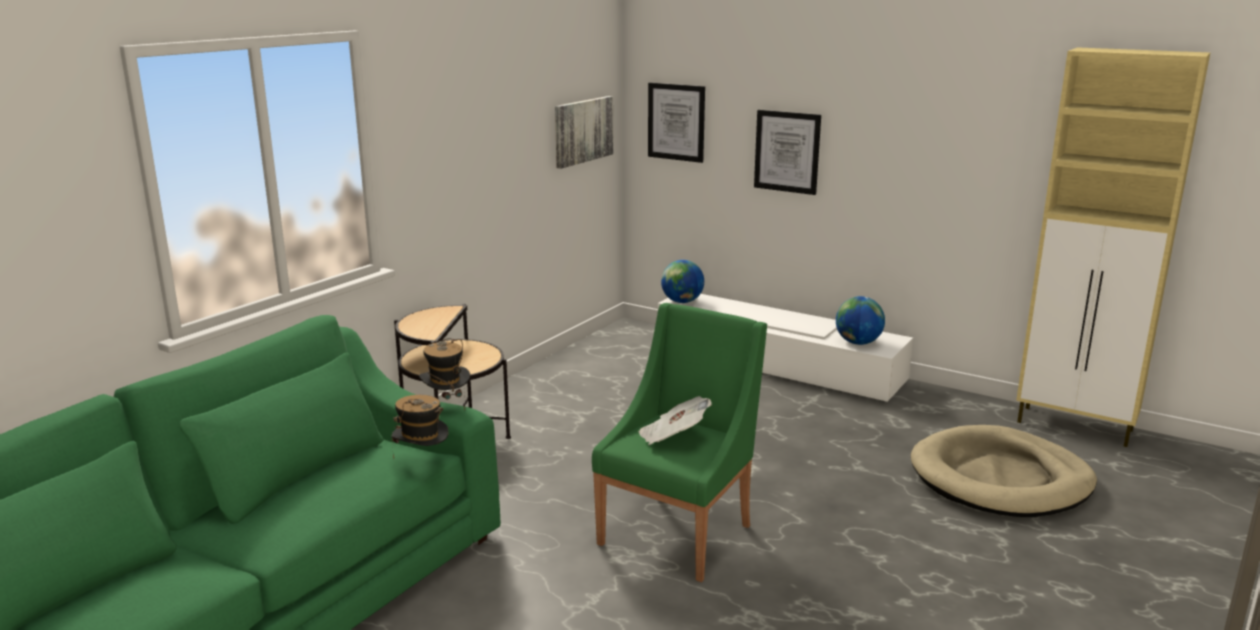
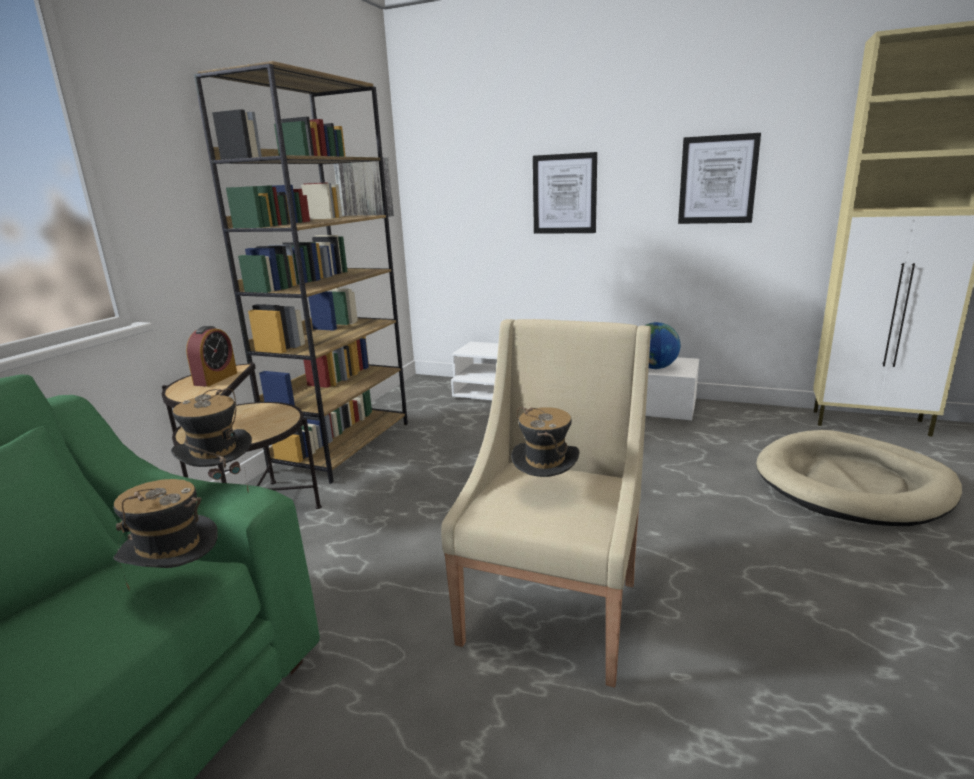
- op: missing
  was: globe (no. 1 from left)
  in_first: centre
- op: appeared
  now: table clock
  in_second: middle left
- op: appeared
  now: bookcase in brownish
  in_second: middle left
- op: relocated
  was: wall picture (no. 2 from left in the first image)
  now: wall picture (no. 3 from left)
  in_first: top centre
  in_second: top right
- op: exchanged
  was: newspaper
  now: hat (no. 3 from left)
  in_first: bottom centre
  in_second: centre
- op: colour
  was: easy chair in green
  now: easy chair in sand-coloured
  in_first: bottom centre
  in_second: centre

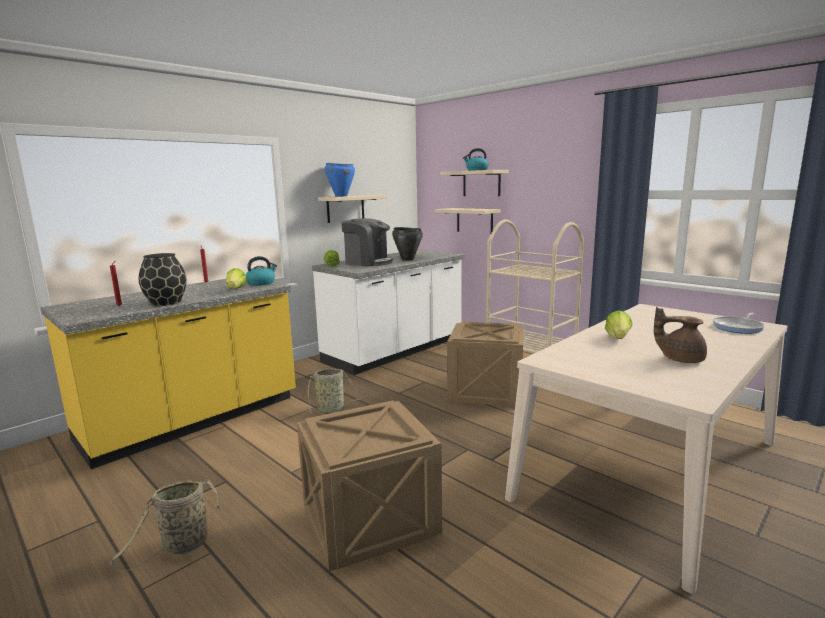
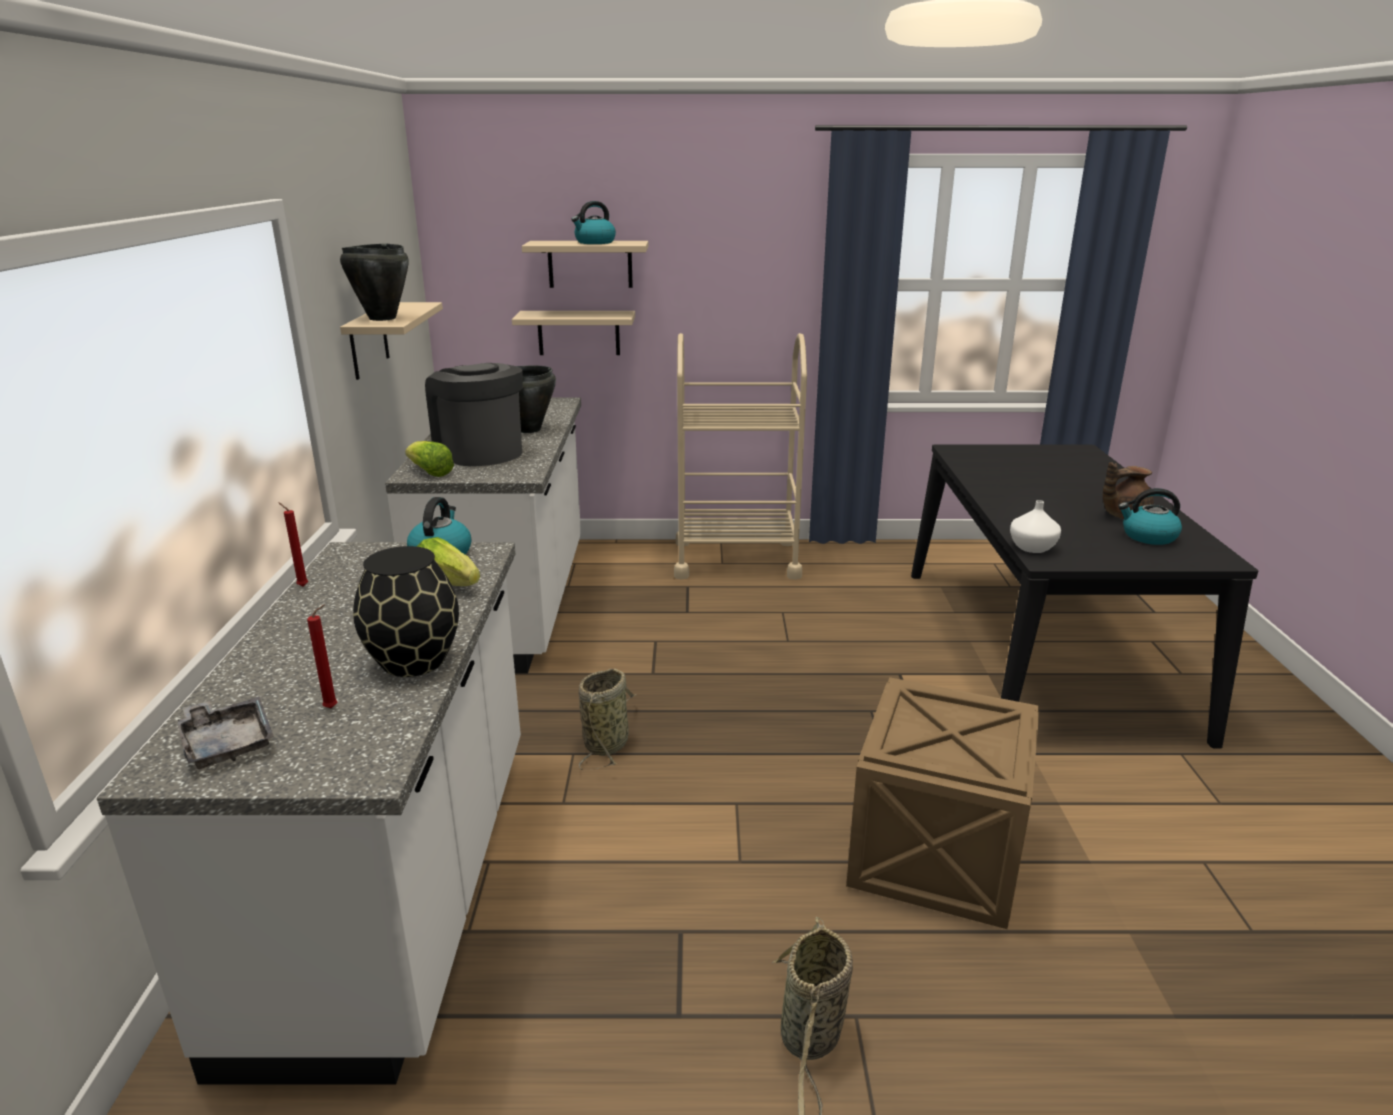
- op: missing
  was: packing crate (no. 2 from left)
  in_first: centre
- op: missing
  was: lettuce (no. 3 from left)
  in_first: middle right
- op: missing
  was: skillet
  in_first: middle right
- op: appeared
  now: tray in grey
  in_second: middle left
- op: appeared
  now: flower vase in white-coloured
  in_second: middle right
- op: appeared
  now: kettle (no. 3 from left)
  in_second: middle right
- op: colour
  was: kitchen base unit in yellow
  now: kitchen base unit in white-coloured (no. 1 from left)
  in_first: middle left
  in_second: bottom left
- op: colour
  was: stockpot in bluish
  now: stockpot in black (no. 1 from left)
  in_first: top centre
  in_second: top left
- op: colour
  was: dinner table in sand-coloured
  now: dinner table in black
  in_first: bottom right
  in_second: middle right
- op: spun
  was: coffee machine
  in_first: centre
  in_second: centre
  clockwise: -105

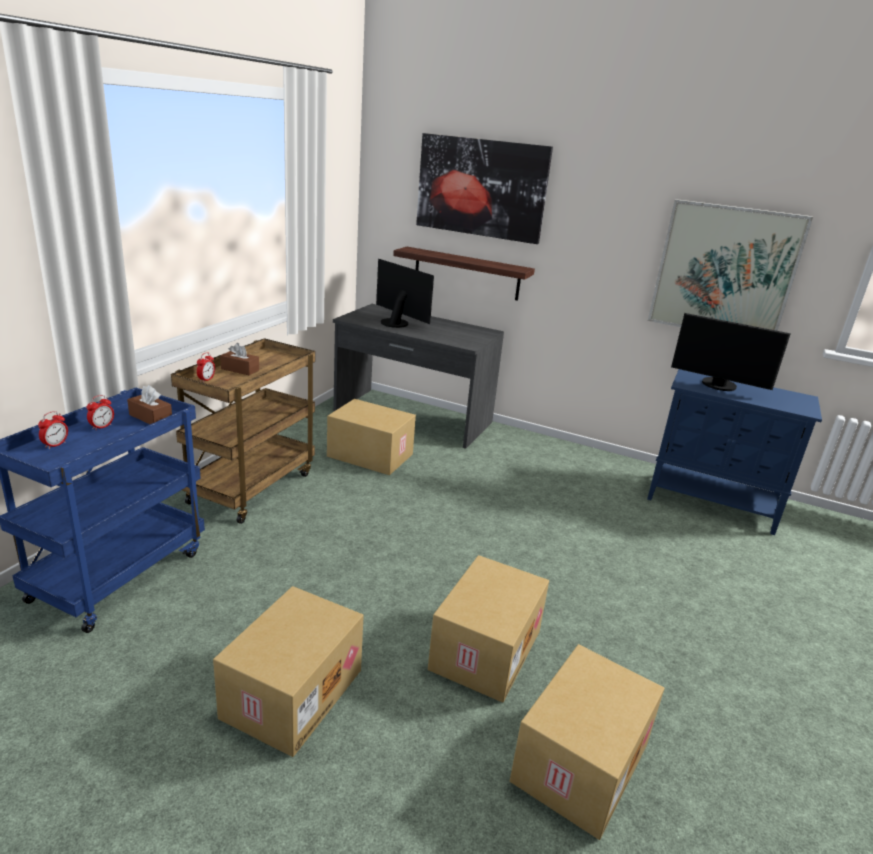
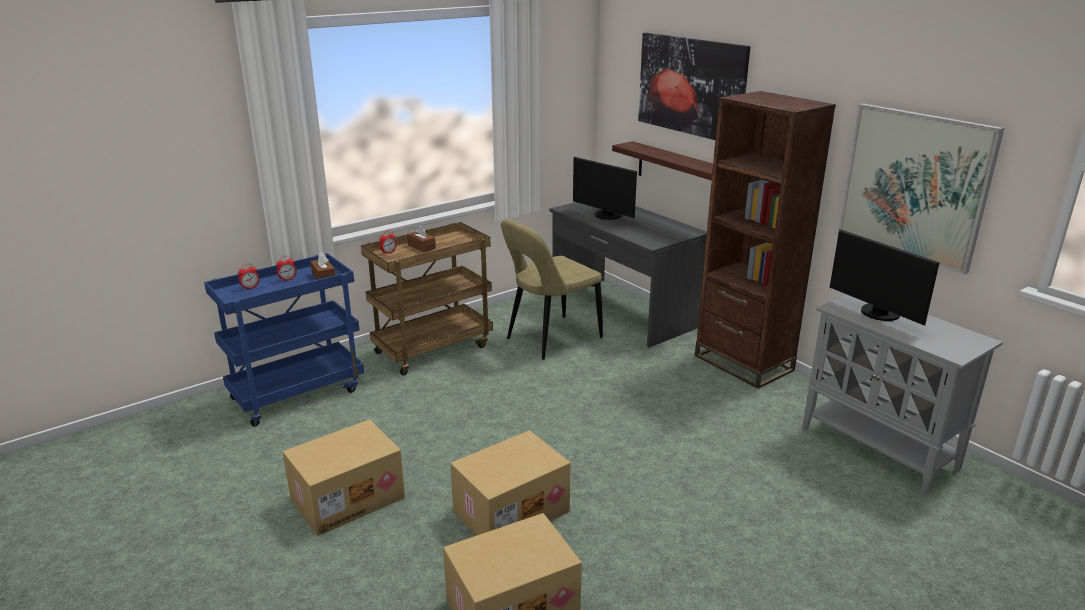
- op: appeared
  now: bookcase in brownish
  in_second: middle right
- op: exchanged
  was: carton (no. 2 from left)
  now: upright chair in sand-coloured
  in_first: centre
  in_second: centre
- op: colour
  was: cupboard in bluish
  now: cupboard in grey
  in_first: middle right
  in_second: middle right
- op: spun
  was: computer display (no. 1 from left)
  in_first: centre
  in_second: top centre
  clockwise: 150

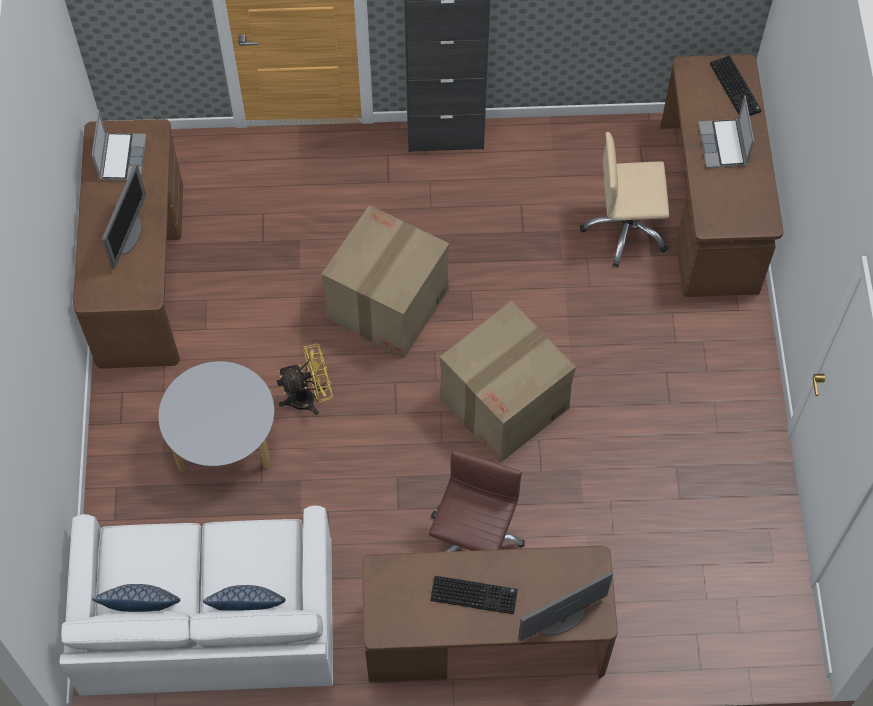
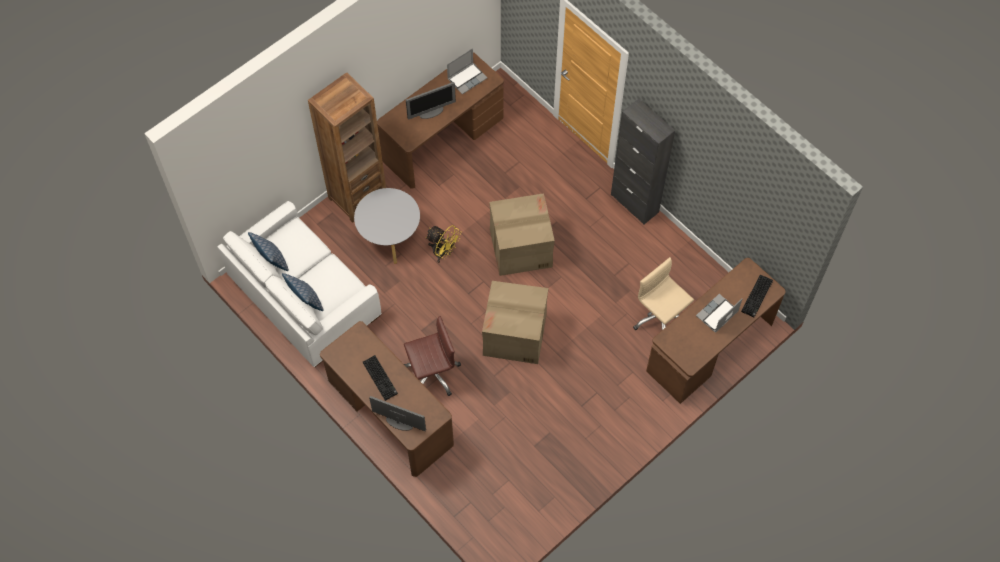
- op: appeared
  now: bookcase in brownish
  in_second: top centre

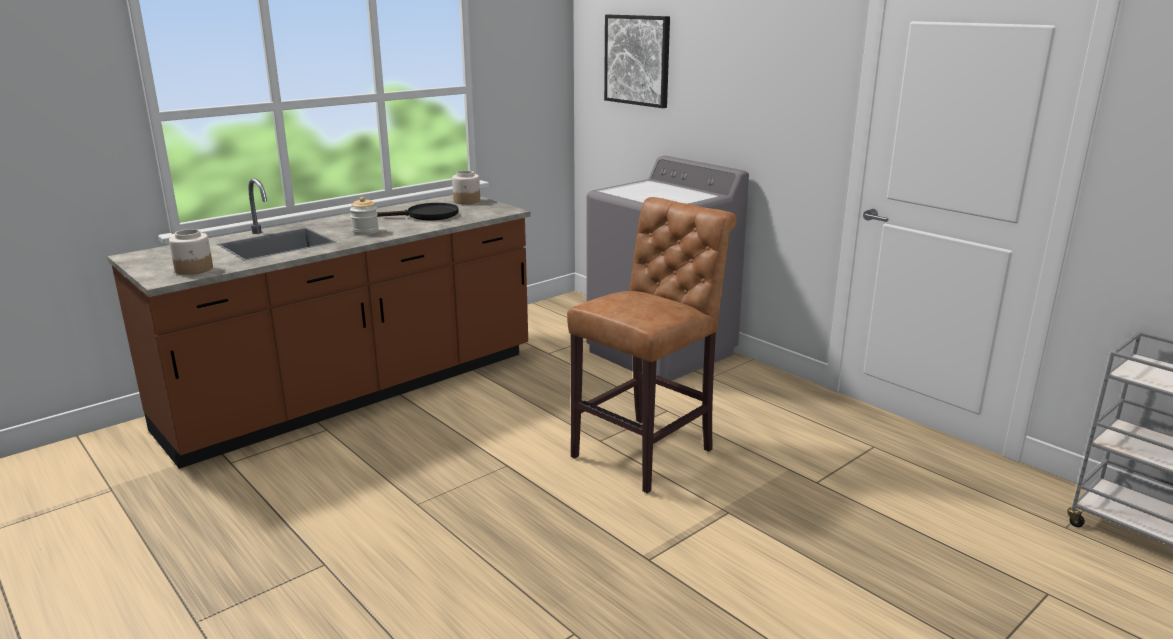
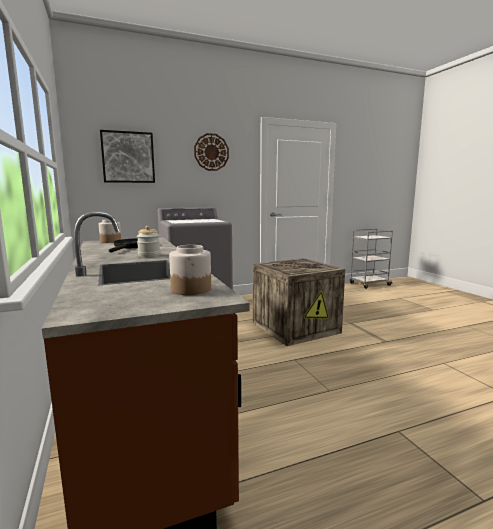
- op: appeared
  now: wall clock
  in_second: top centre
- op: exchanged
  was: stool in brownish
  now: packing crate
  in_first: centre
  in_second: centre

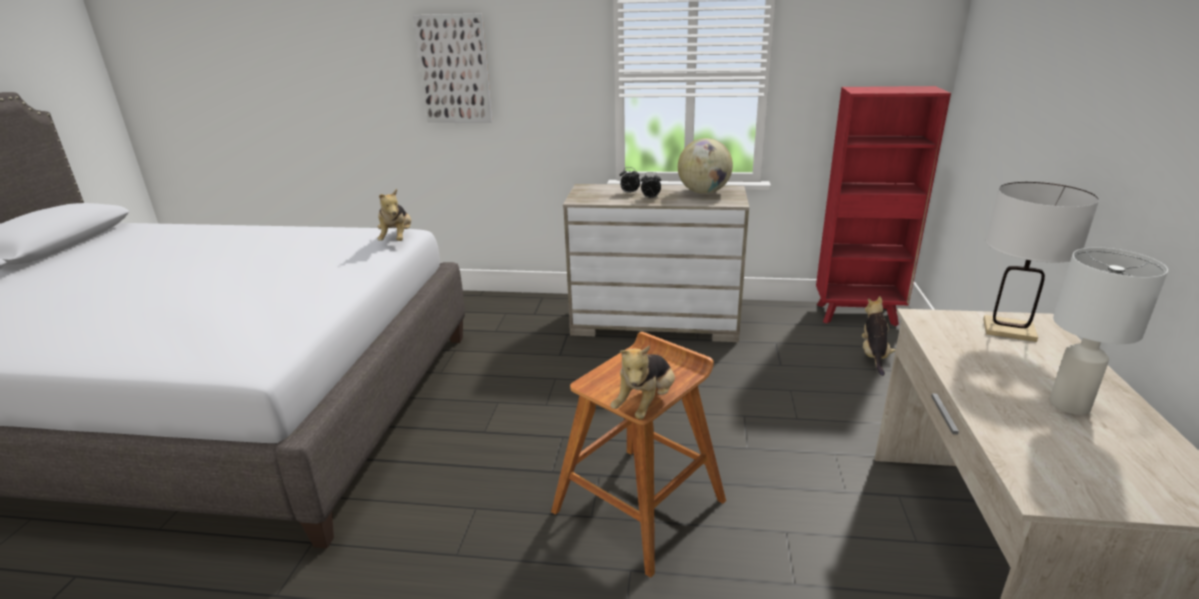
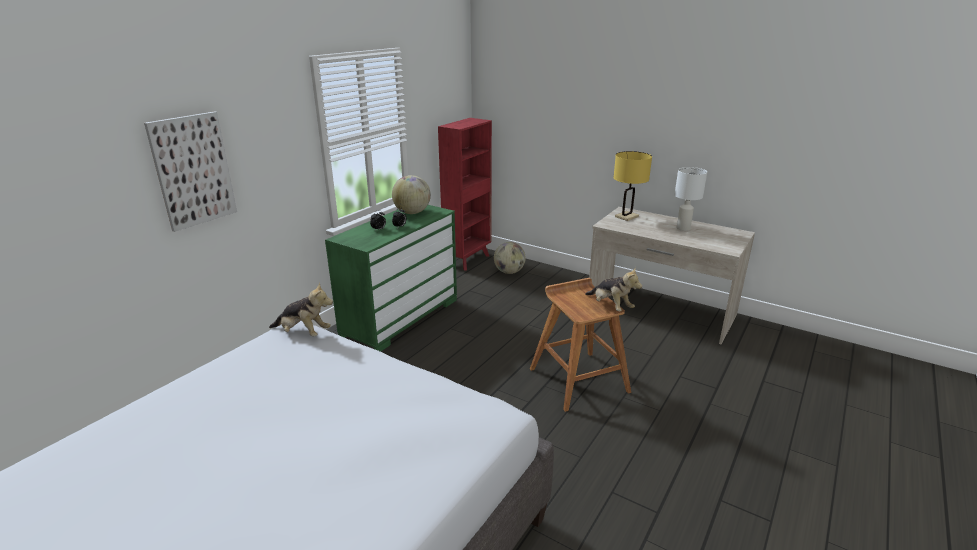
- op: exchanged
  was: cuddly toy (no. 3 from left)
  now: globe (no. 2 from left)
  in_first: middle right
  in_second: centre
- op: colour
  was: drawer chest in sand-coloured
  now: drawer chest in green
  in_first: centre
  in_second: centre
- op: colour
  was: lamp for a table in white-coloured (no. 1 from left)
  now: lamp for a table in yellow
  in_first: middle right
  in_second: centre

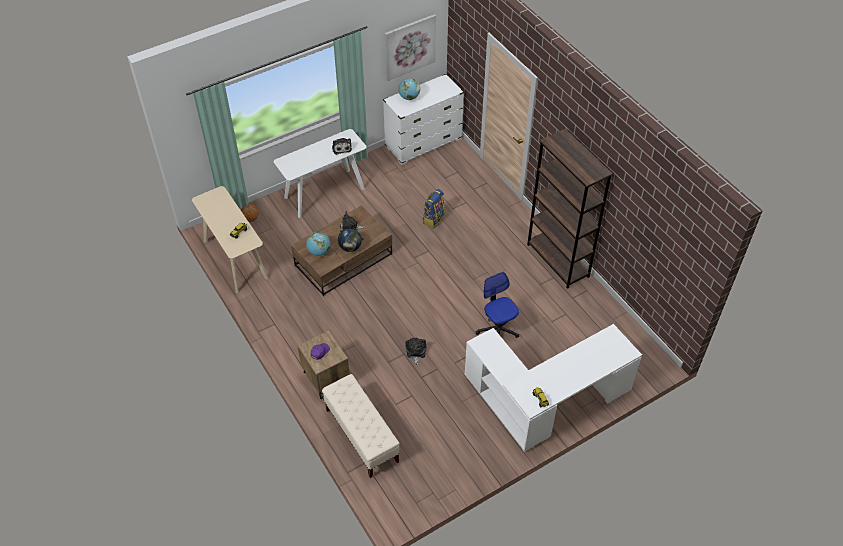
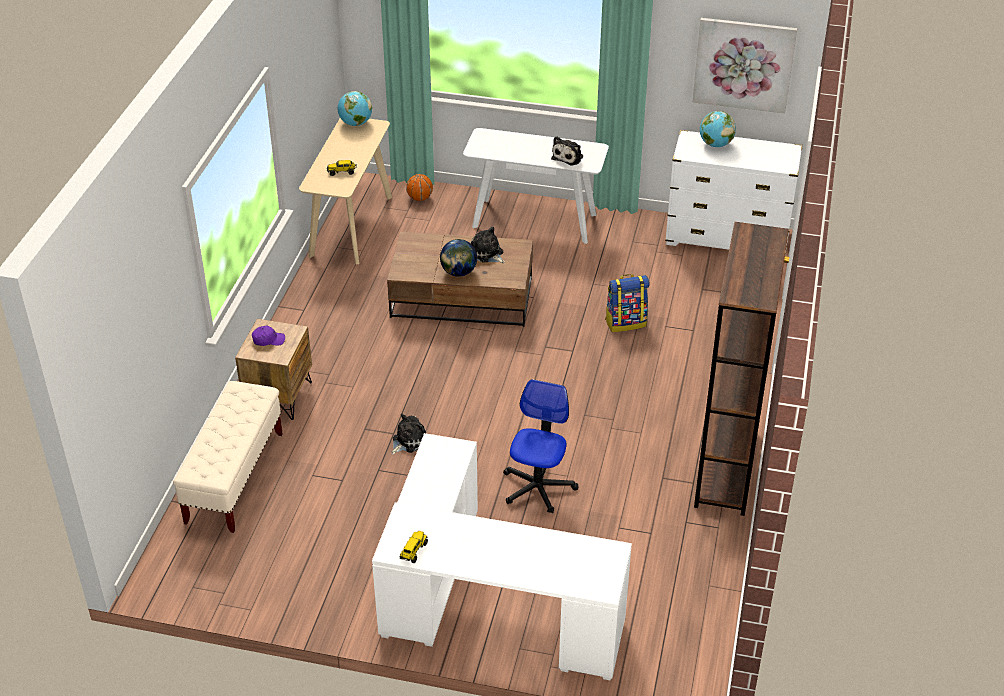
- op: relocated
  was: globe (no. 1 from left)
  in_first: centre
  in_second: top centre

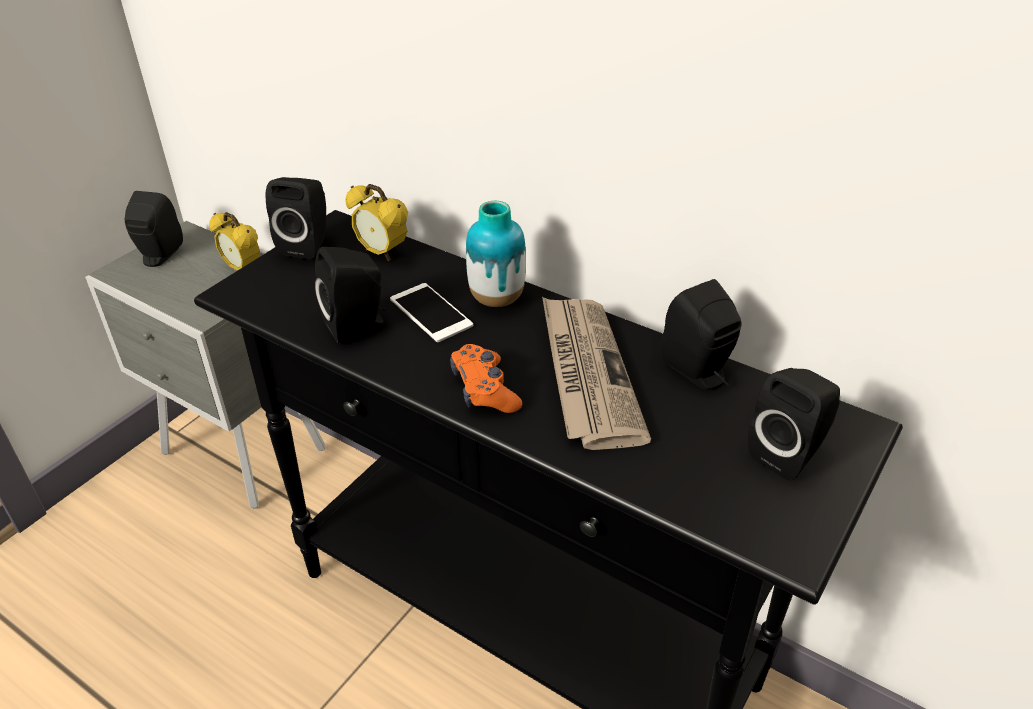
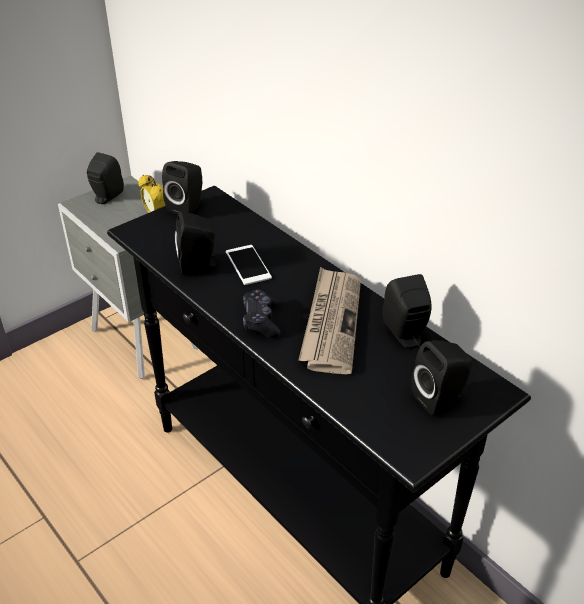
- op: missing
  was: table clock (no. 2 from left)
  in_first: top centre
- op: missing
  was: flower vase
  in_first: centre
- op: colour
  was: game controller in orange
  now: game controller in black
  in_first: centre
  in_second: centre

